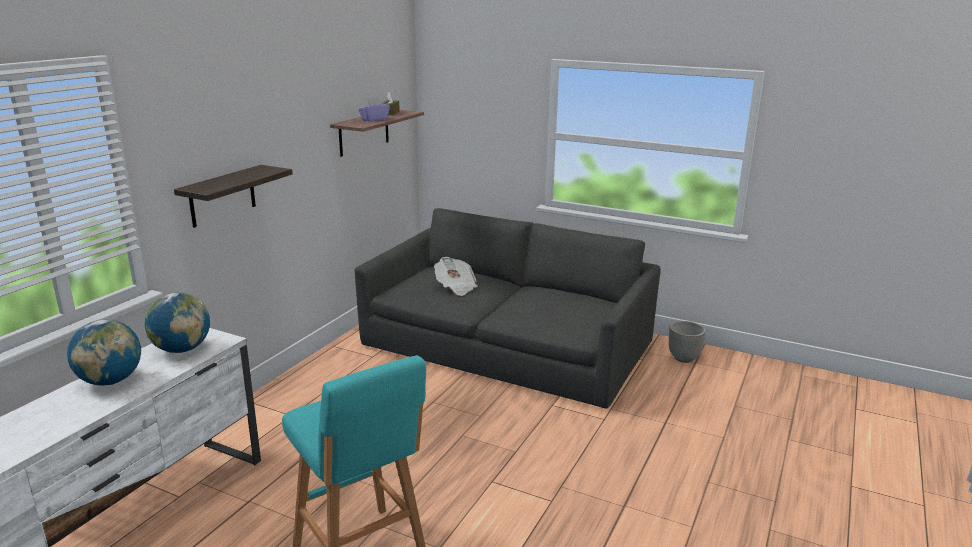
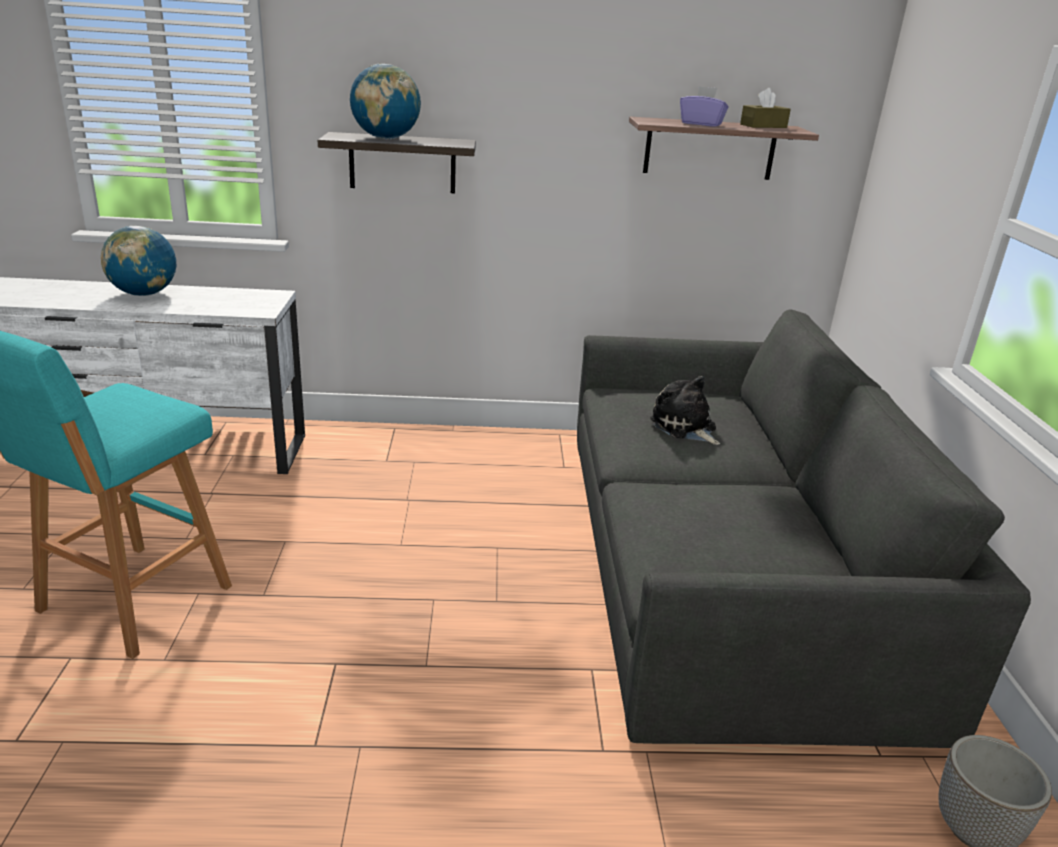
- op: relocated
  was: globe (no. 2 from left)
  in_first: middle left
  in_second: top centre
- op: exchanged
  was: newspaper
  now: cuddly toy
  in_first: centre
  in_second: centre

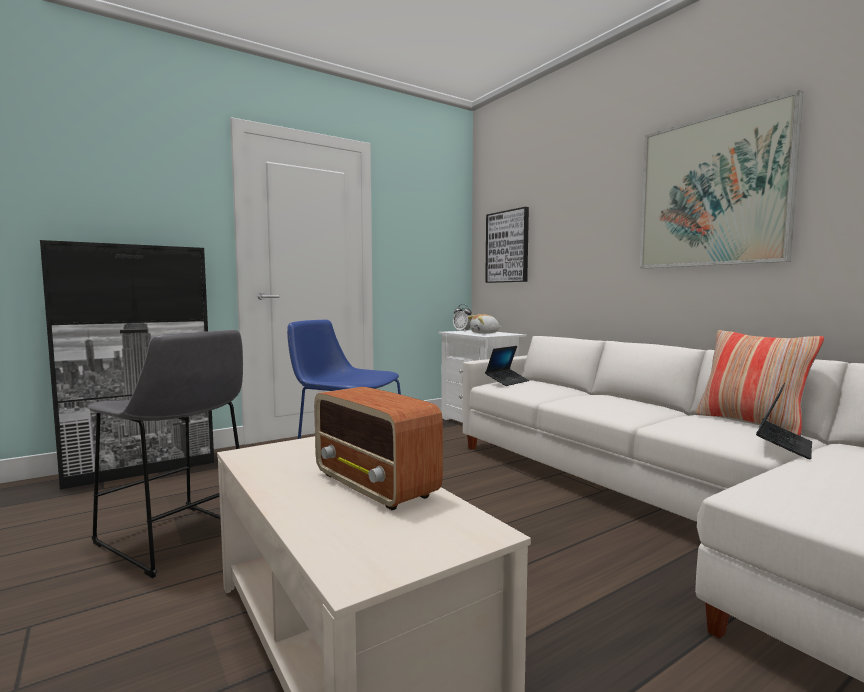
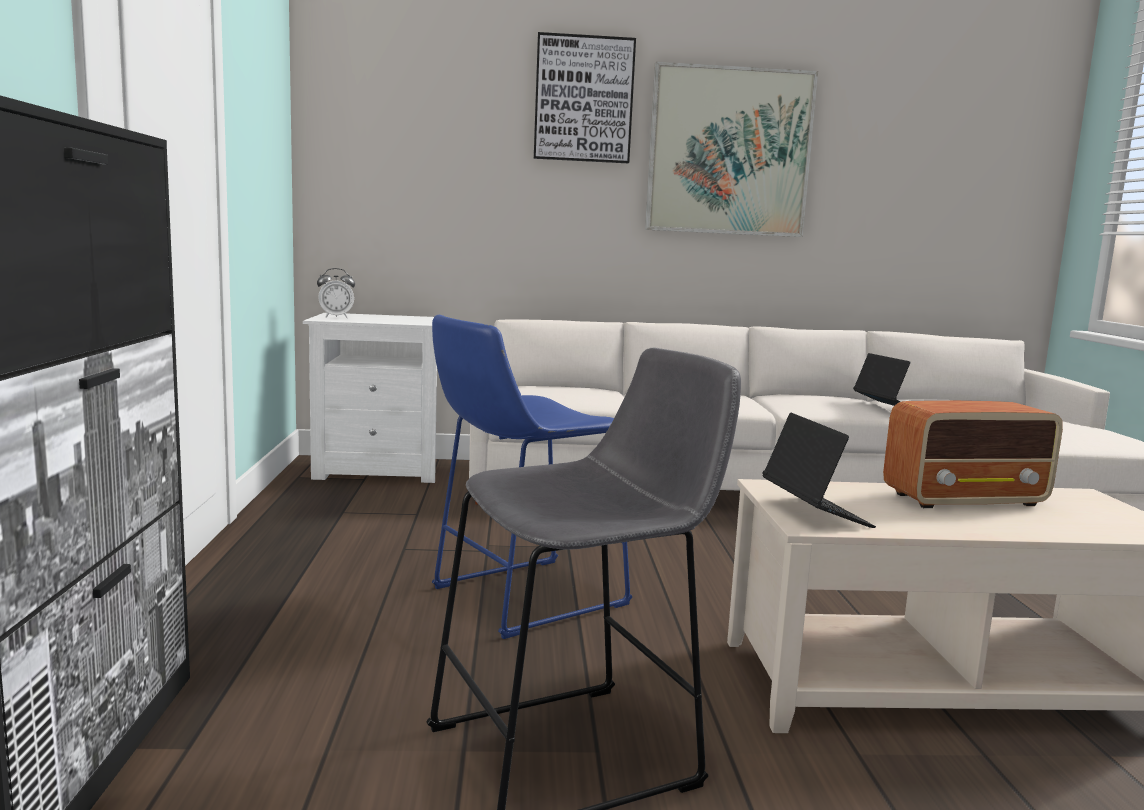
- op: missing
  was: cuddly toy
  in_first: centre
- op: missing
  was: throw pillow
  in_first: middle right
- op: relocated
  was: wall picture (no. 1 from left)
  in_first: centre
  in_second: top centre
- op: relocated
  was: notebook computer (no. 1 from left)
  in_first: centre
  in_second: middle right

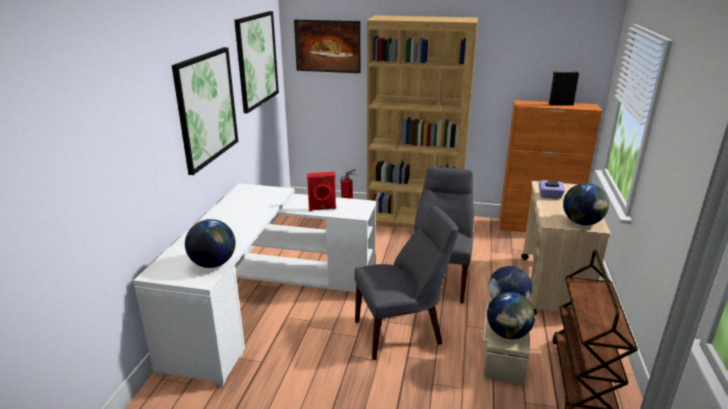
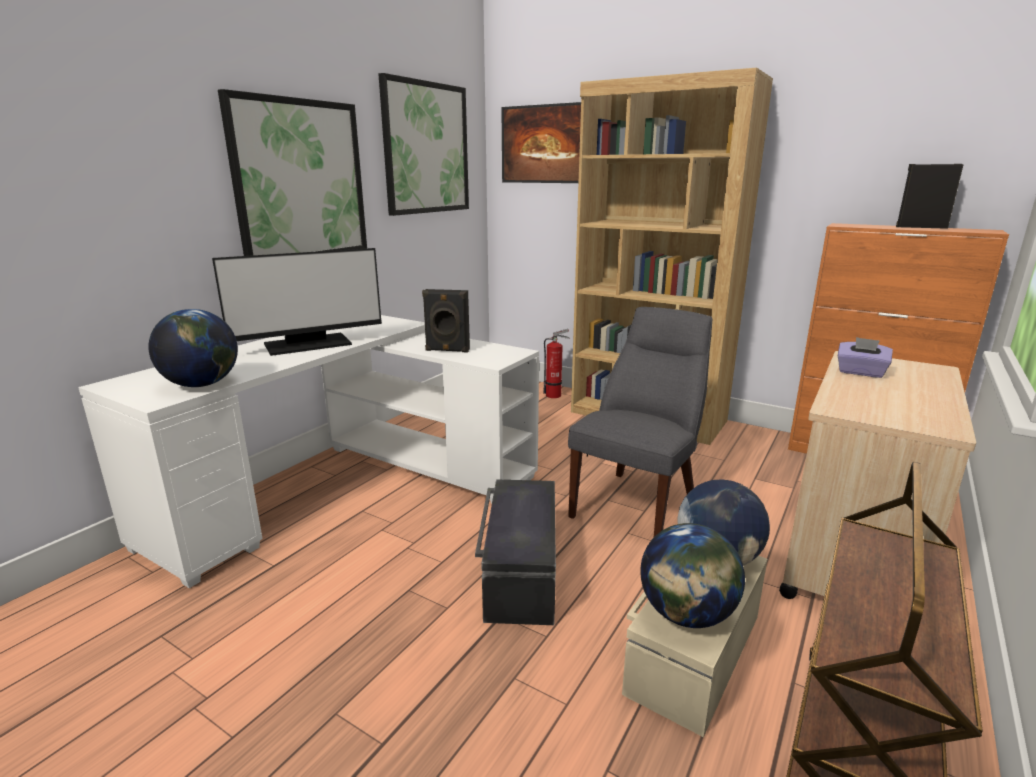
- op: missing
  was: globe (no. 4 from left)
  in_first: middle right
- op: appeared
  now: computer display
  in_second: middle left
- op: exchanged
  was: upright chair in grey (no. 1 from left)
  now: storage box in black
  in_first: bottom centre
  in_second: bottom centre
- op: colour
  was: loudspeaker in red
  now: loudspeaker in black (no. 1 from left)
  in_first: centre
  in_second: centre

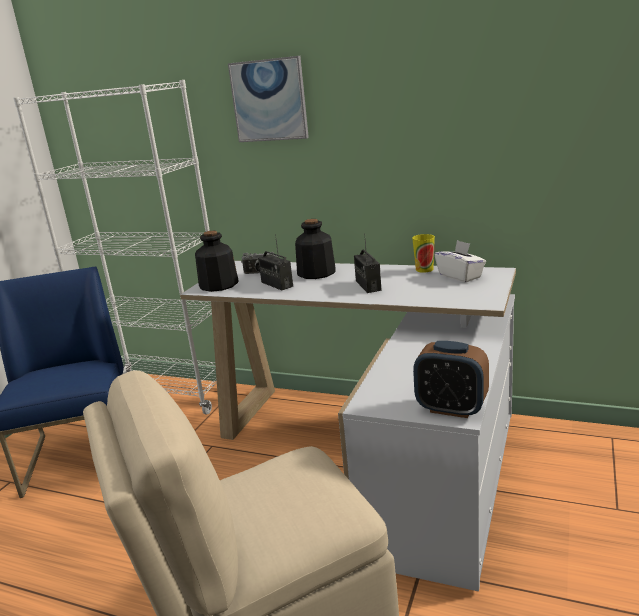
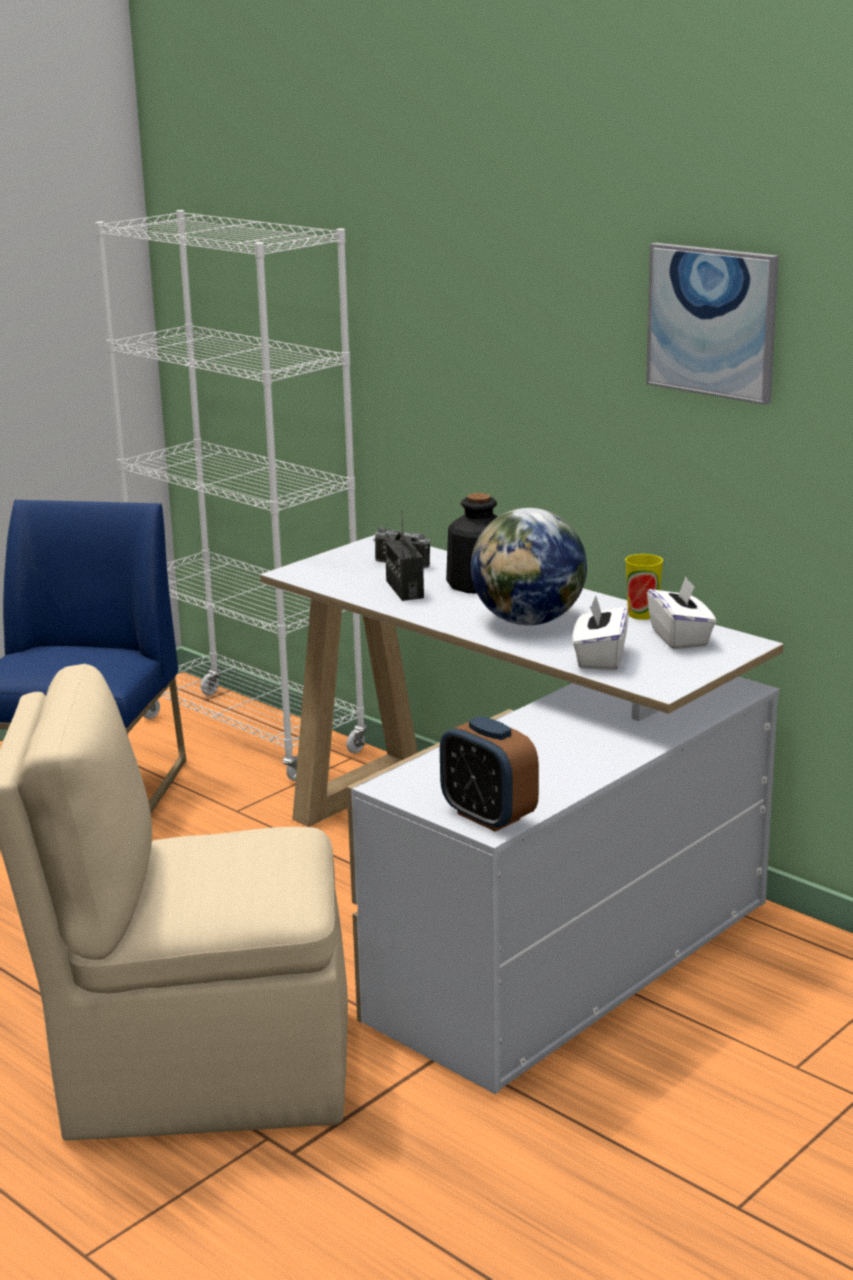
- op: missing
  was: beverage bottle (no. 1 from left)
  in_first: centre
- op: appeared
  now: tissue holder in white-coloured (no. 1 from left)
  in_second: middle right
- op: relocated
  was: wall picture
  in_first: top centre
  in_second: top right
- op: exchanged
  was: radio (no. 2 from left)
  now: globe
  in_first: centre
  in_second: centre

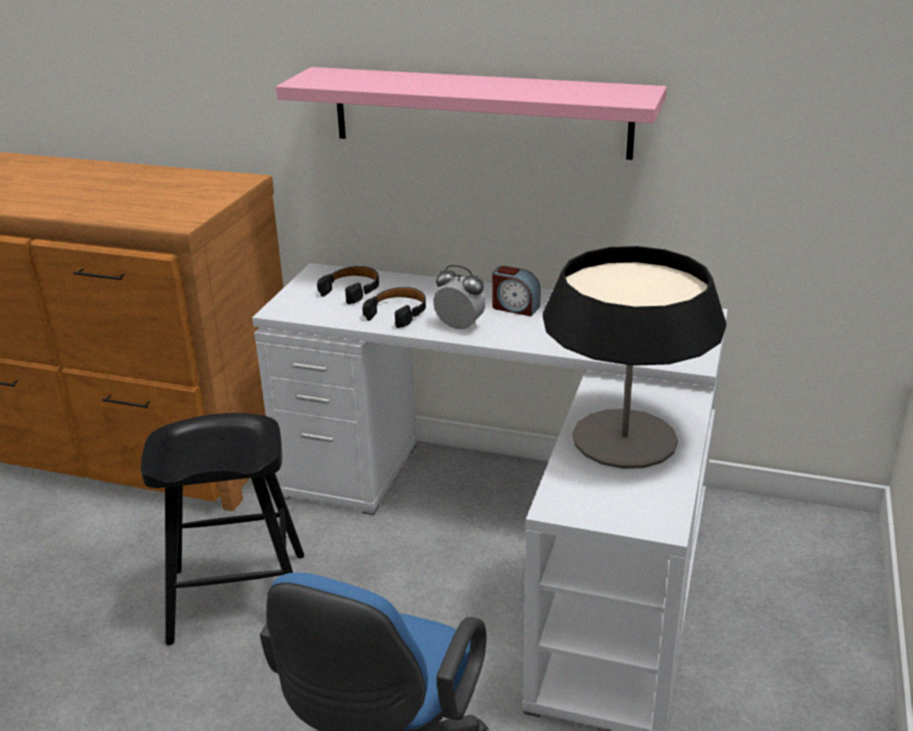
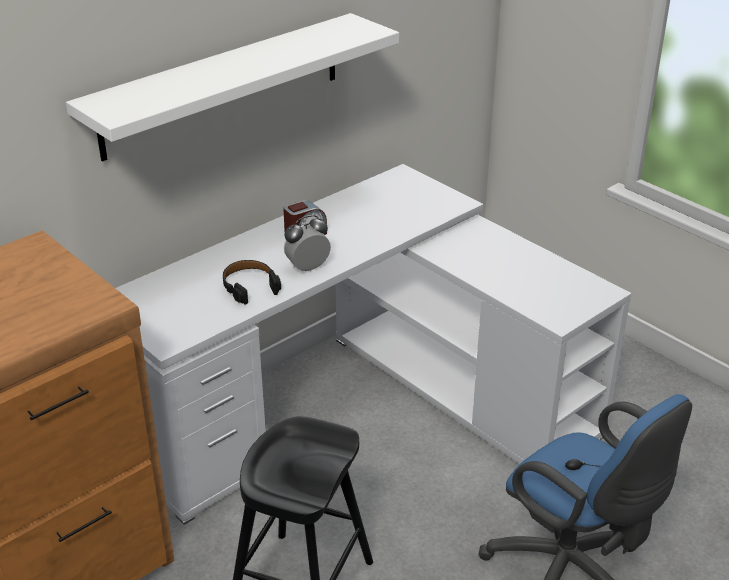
- op: missing
  was: pair of headphones in black (no. 1 from left)
  in_first: centre
- op: missing
  was: lamp for a table
  in_first: middle right
- op: colour
  was: wall shelf in pinkish
  now: wall shelf in white-coloured
  in_first: top centre
  in_second: top left

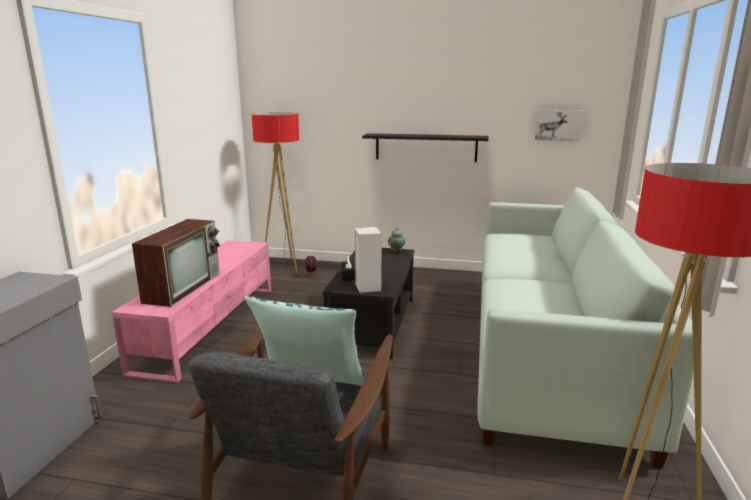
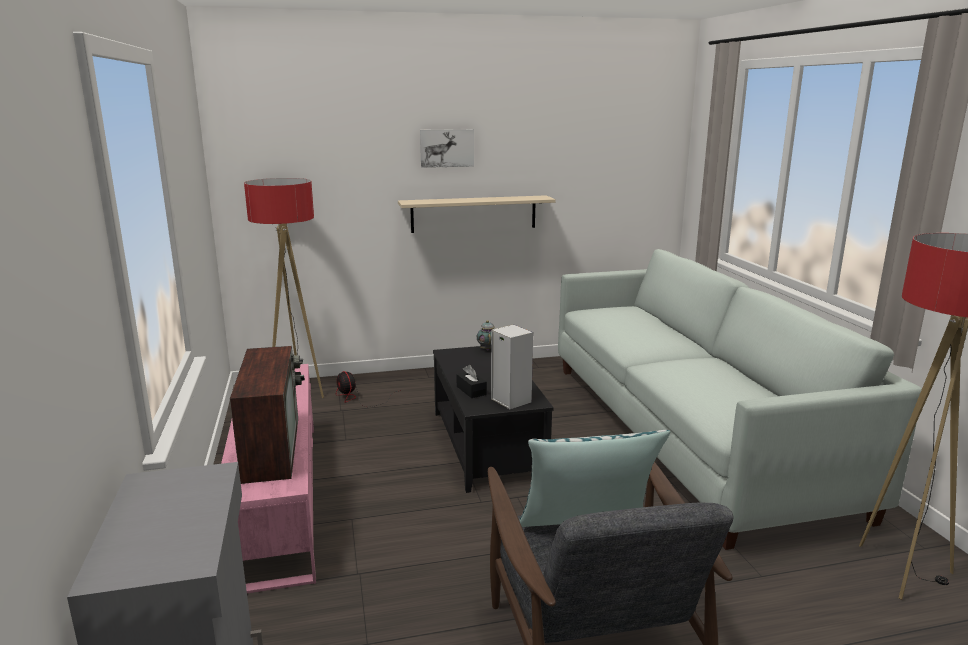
- op: relocated
  was: wall picture
  in_first: top right
  in_second: top centre
- op: colour
  was: wall shelf in black
  now: wall shelf in sand-coloured
  in_first: top centre
  in_second: top centre

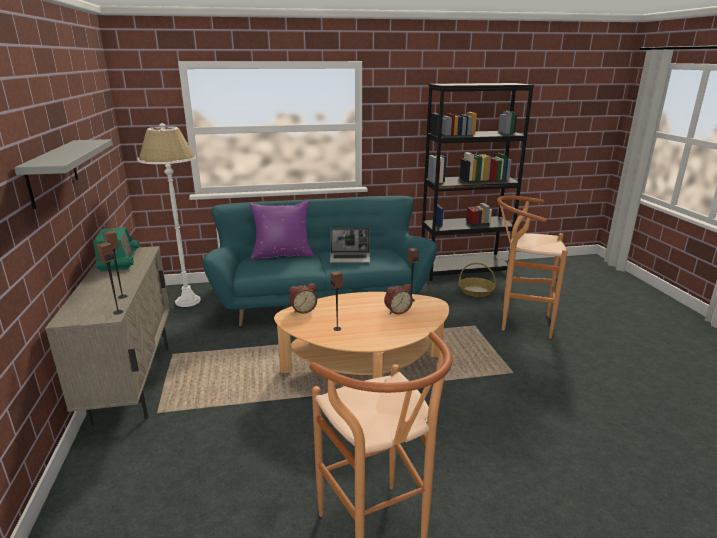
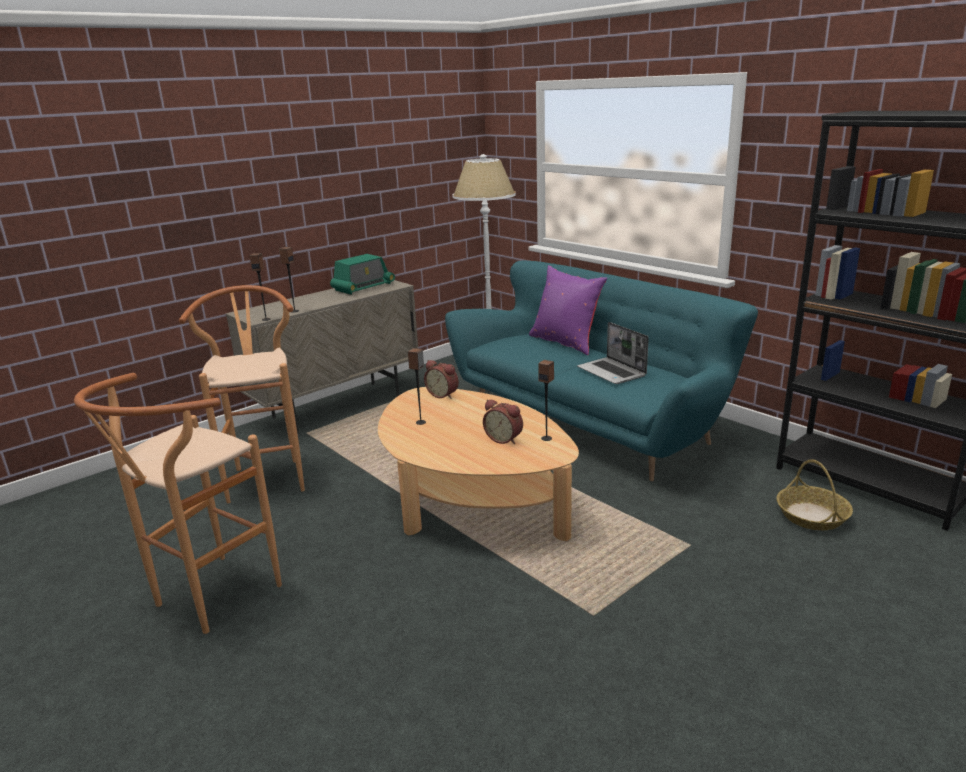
- op: missing
  was: wall shelf in grey
  in_first: top left
- op: relocated
  was: stool in brownish (no. 2 from left)
  in_first: middle right
  in_second: middle left

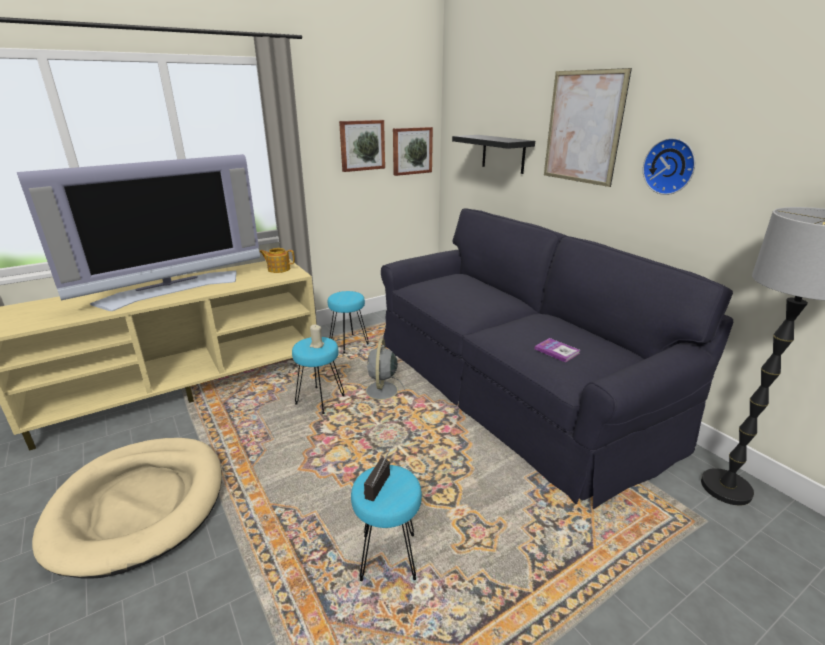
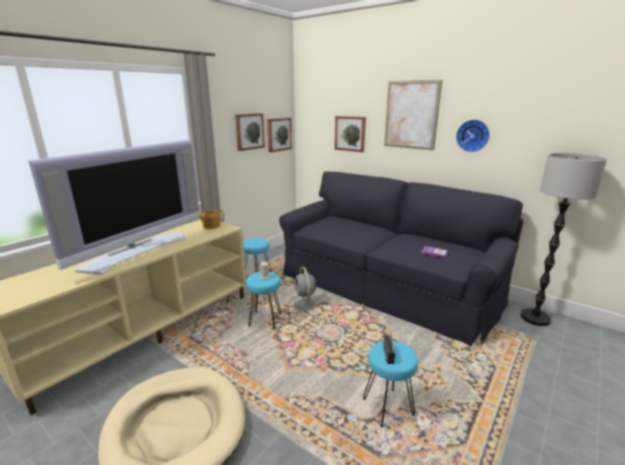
- op: exchanged
  was: wall shelf in black
  now: wall picture (no. 3 from left)
  in_first: top centre
  in_second: top centre

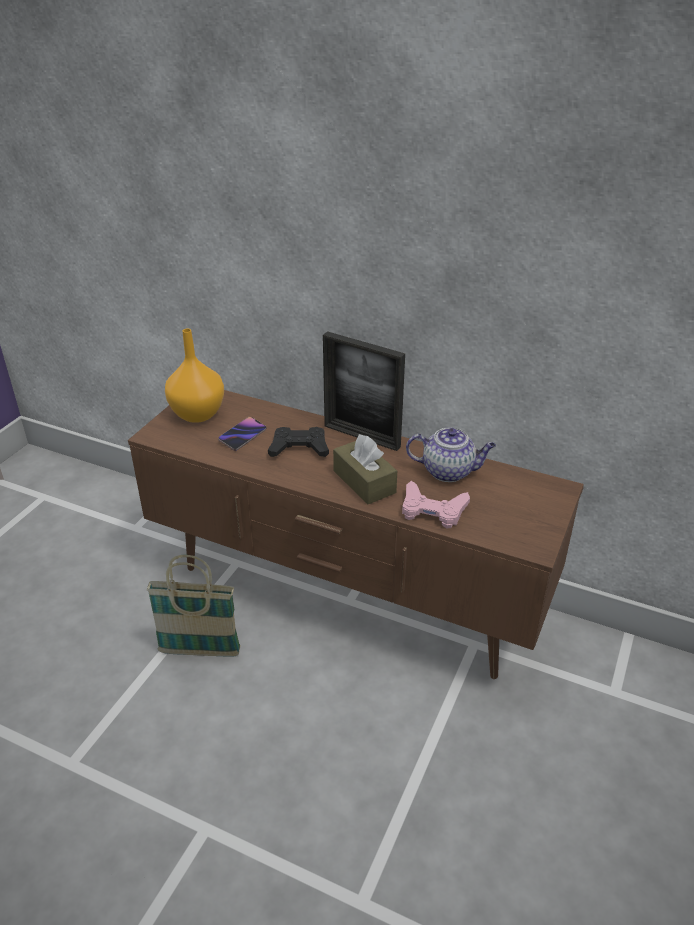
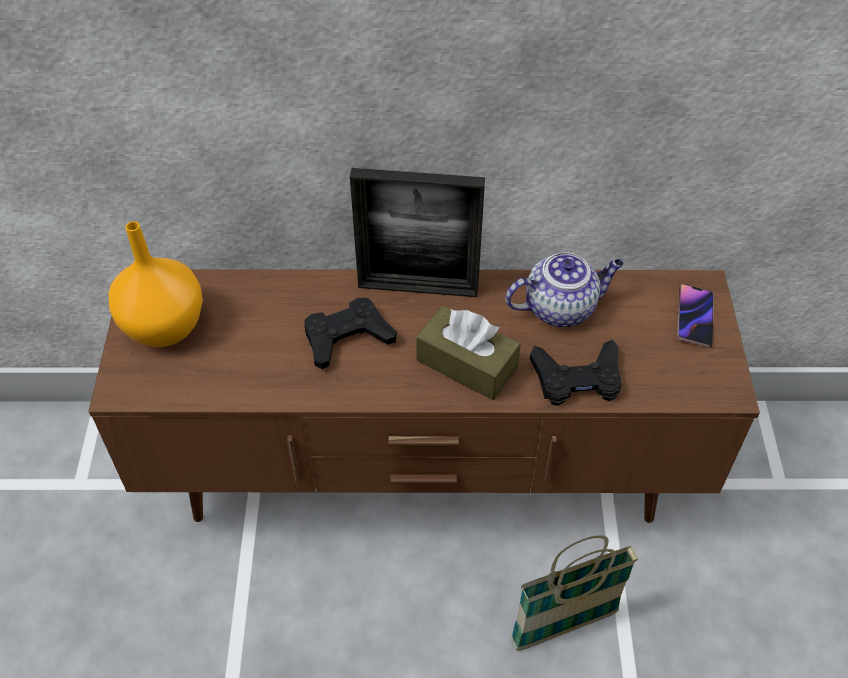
- op: relocated
  was: basket
  in_first: middle left
  in_second: bottom right
- op: relocated
  was: telephone
  in_first: centre
  in_second: middle right
- op: colour
  was: game controller in pinkish
  now: game controller in black (no. 2 from left)
  in_first: centre
  in_second: middle right

